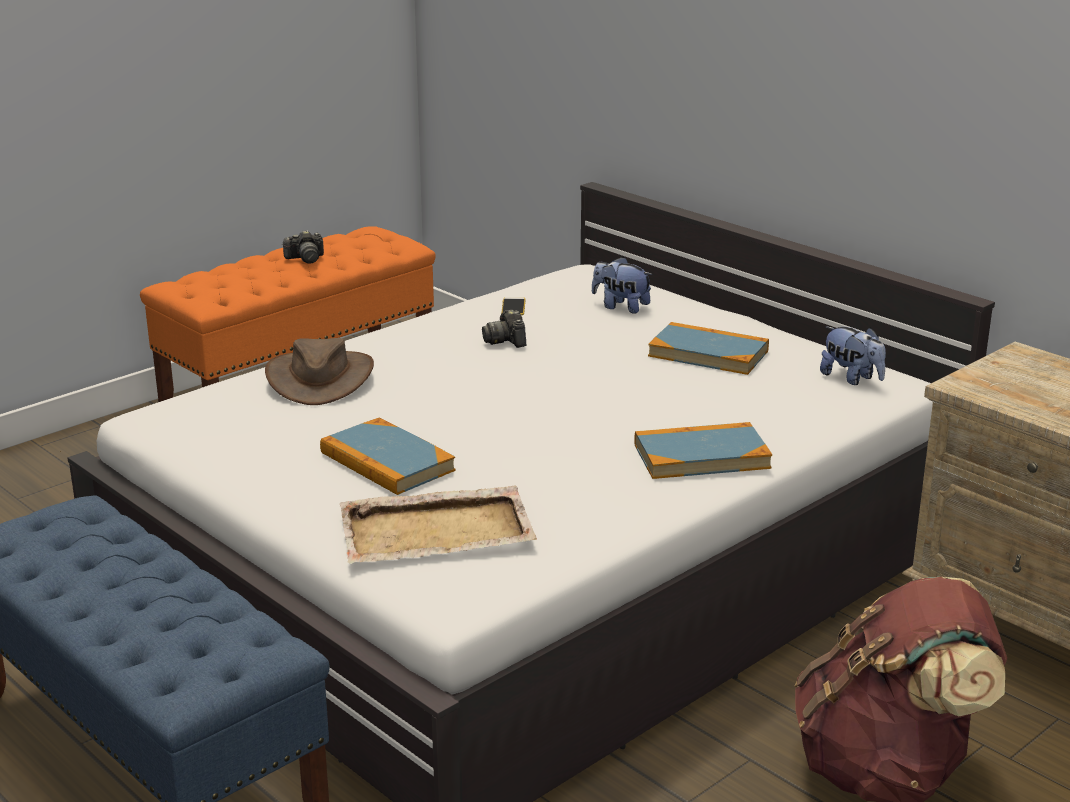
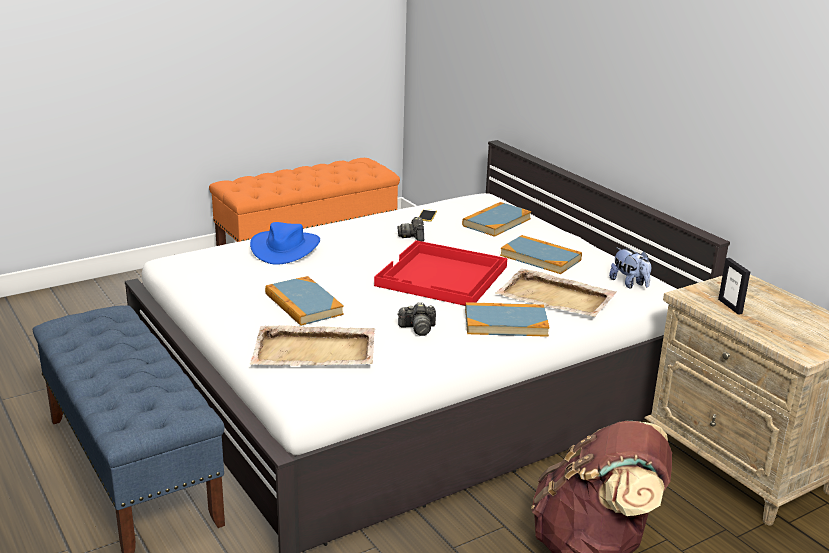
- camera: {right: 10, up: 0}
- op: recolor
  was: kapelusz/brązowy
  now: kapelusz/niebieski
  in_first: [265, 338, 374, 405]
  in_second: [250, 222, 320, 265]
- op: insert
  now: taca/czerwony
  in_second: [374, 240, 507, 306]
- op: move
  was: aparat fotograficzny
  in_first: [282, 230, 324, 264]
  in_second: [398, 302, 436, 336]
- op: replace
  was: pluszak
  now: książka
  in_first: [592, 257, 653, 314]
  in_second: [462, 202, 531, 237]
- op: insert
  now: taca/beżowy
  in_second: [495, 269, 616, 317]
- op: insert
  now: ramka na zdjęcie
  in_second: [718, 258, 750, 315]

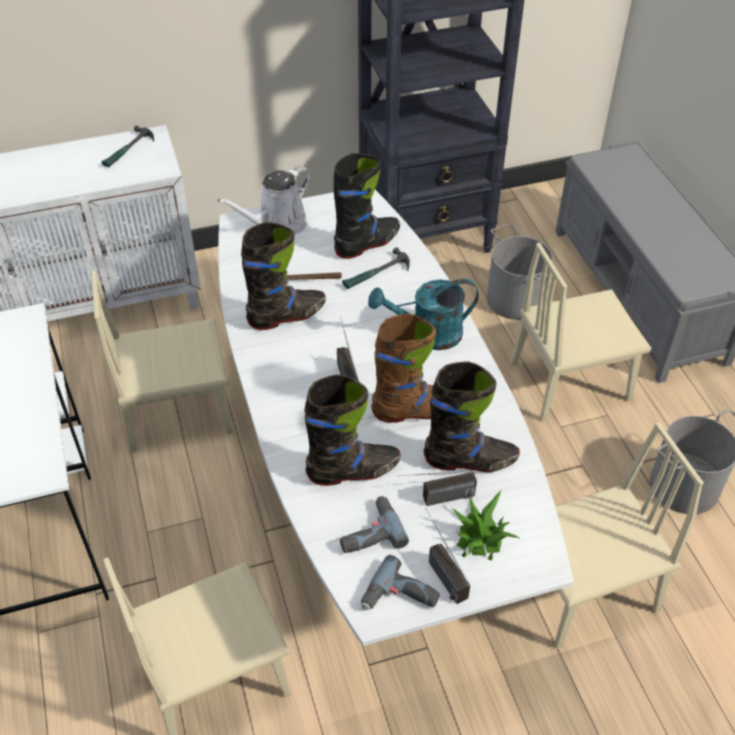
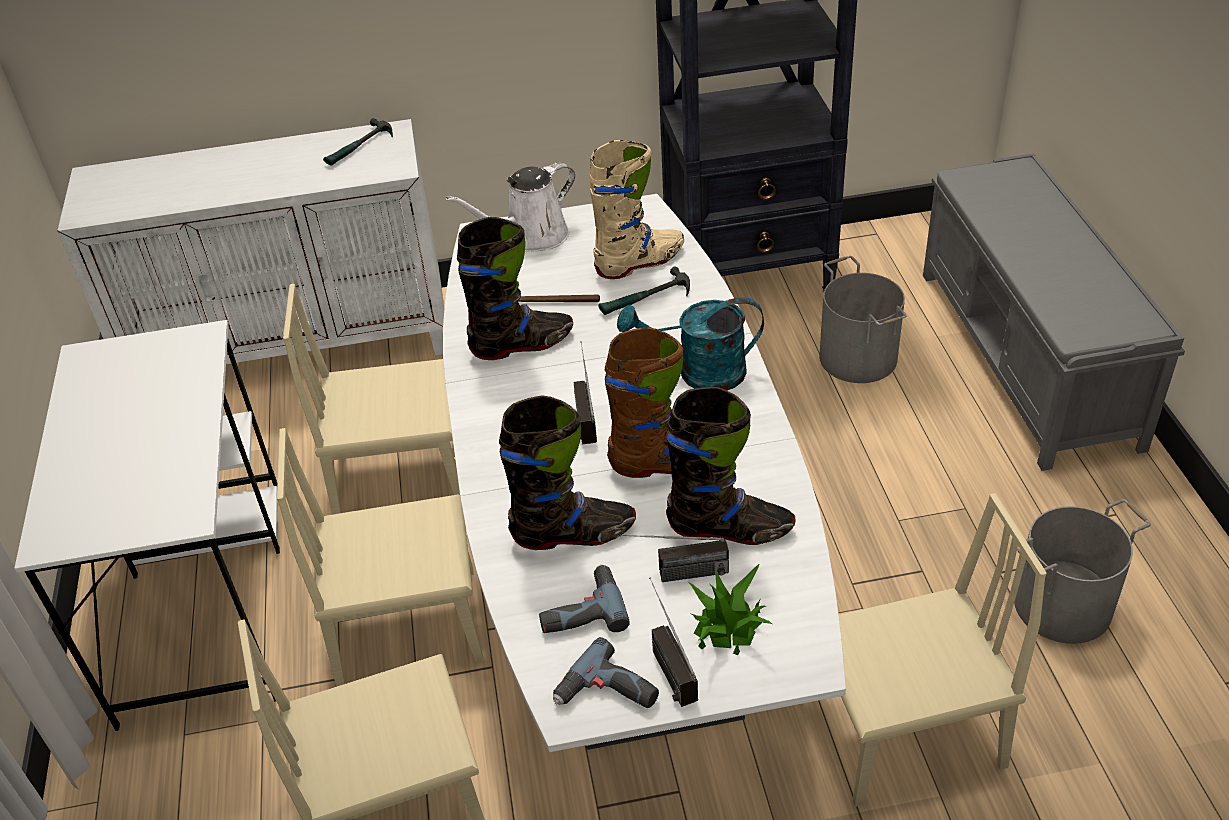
- camera: {right: 10, up: -5}
- op: move
  was: krzesło/beżowy
  in_first: [511, 243, 651, 421]
  in_second: [277, 428, 483, 686]
- op: recolor
  was: but z cholewką/czarny
  now: but z cholewką/beżowy
  in_first: [334, 153, 400, 259]
  in_second: [590, 140, 684, 279]

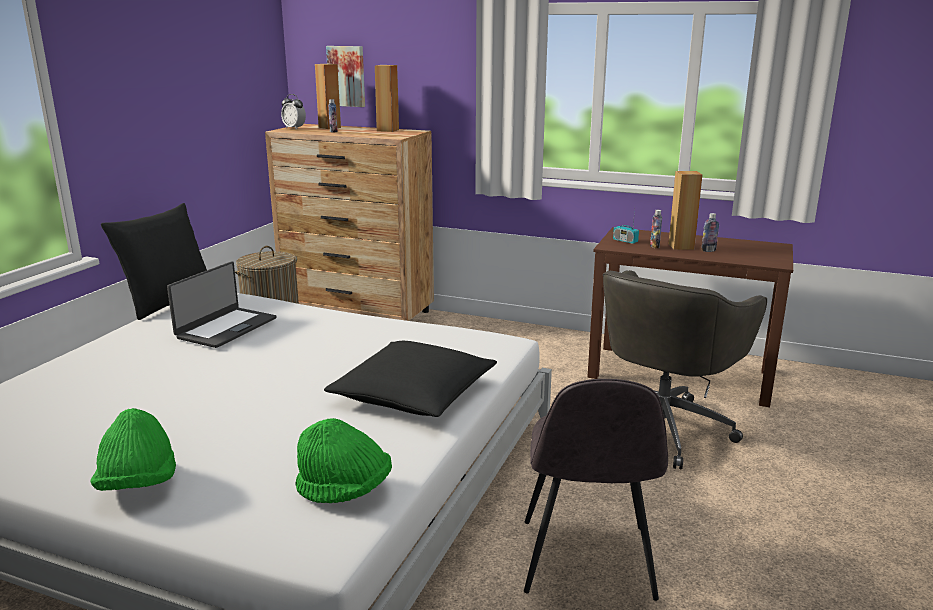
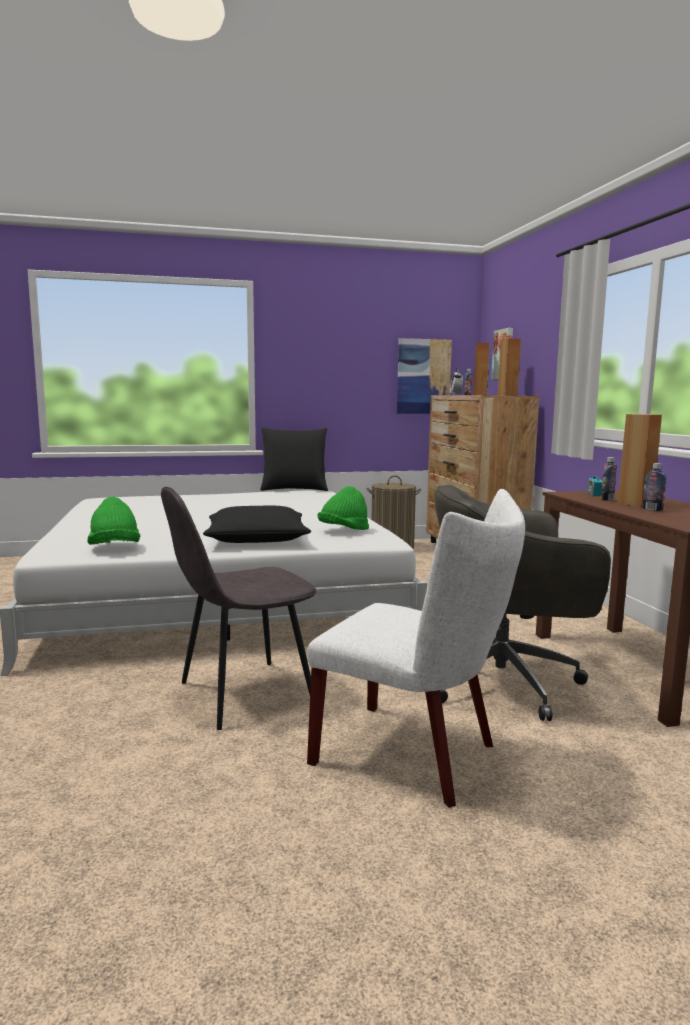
- camera: {right: 55, up: -10}
- op: insert
  now: krzesło/biały
  in_second: [307, 489, 525, 808]
- op: move
  was: kapelusz/zielony
  in_first: [91, 408, 176, 491]
  in_second: [317, 486, 369, 530]
- op: insert
  now: obraz
  in_second: [397, 338, 452, 414]
- op: delete
  was: laptop
  in_first: [167, 261, 276, 348]

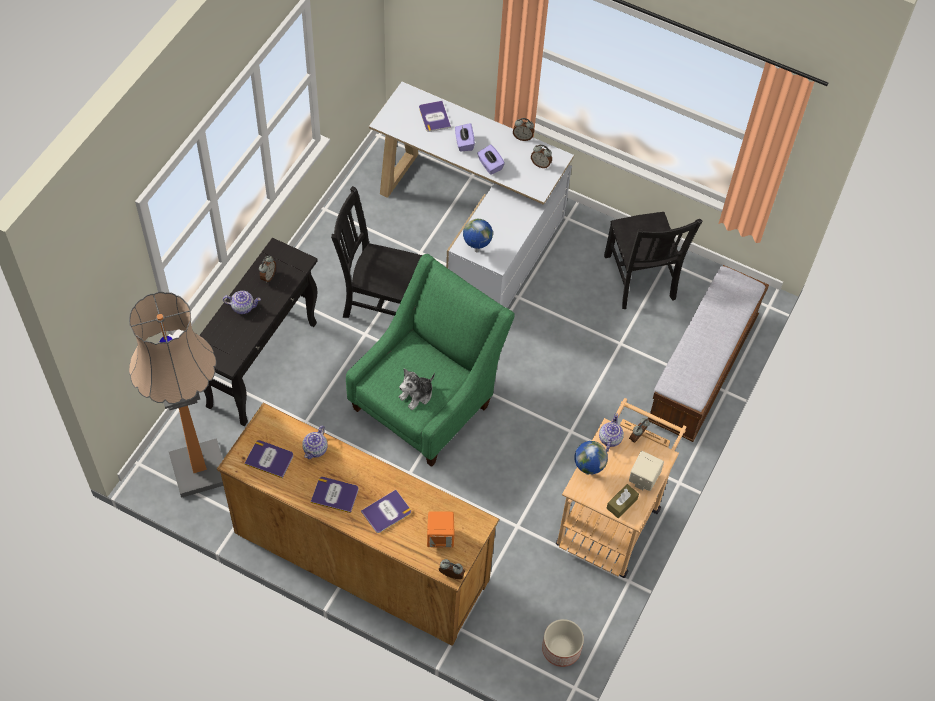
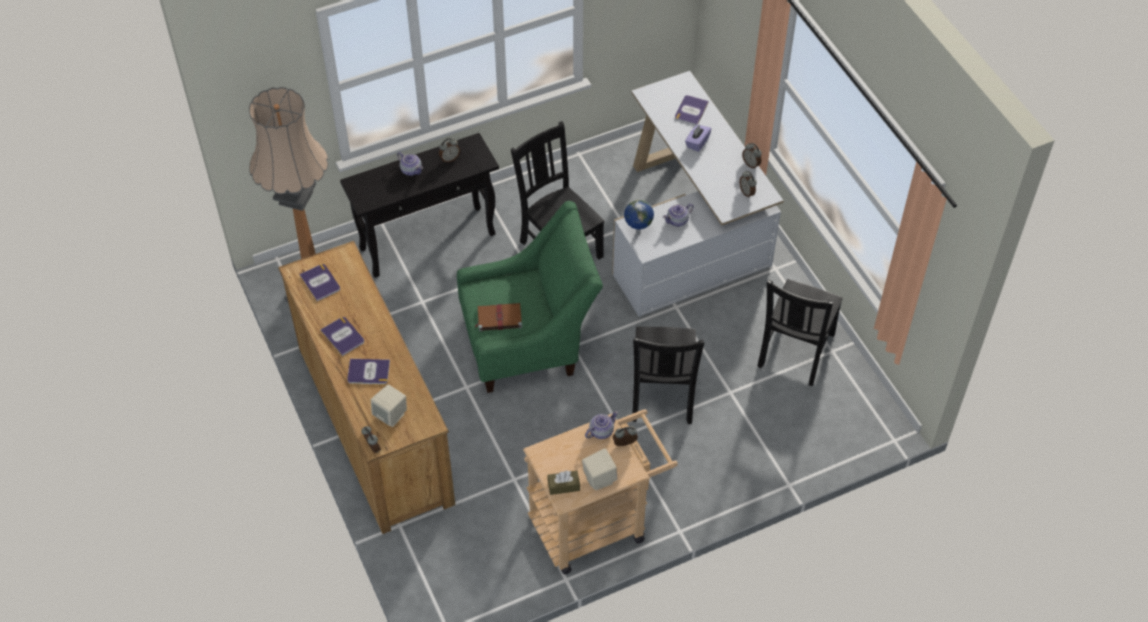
- camera: {right: 40, up: -5}
- op: recolor
  was: głośnik/pomarańczowy
  now: głośnik/beżowy
  in_first: [427, 511, 454, 548]
  in_second: [371, 384, 407, 427]
- op: replace
  was: pluszak
  now: książka/brązowy
  in_first: [399, 368, 435, 410]
  in_second: [475, 303, 522, 331]
- op: insert
  now: krzesło/czarny
  in_second: [632, 326, 704, 424]
- op: move
  was: imbryk
  in_first: [302, 426, 328, 459]
  in_second: [663, 204, 694, 226]
- op: delete
  was: pudełko chusteczek/fioletowy
  in_first: [477, 144, 505, 175]
- op: delete
  was: donica
  in_first: [542, 619, 584, 667]
- op: delete
  was: globus
  in_first: [575, 441, 608, 475]
- op: delete
  was: ławka
  in_first: [647, 265, 769, 442]

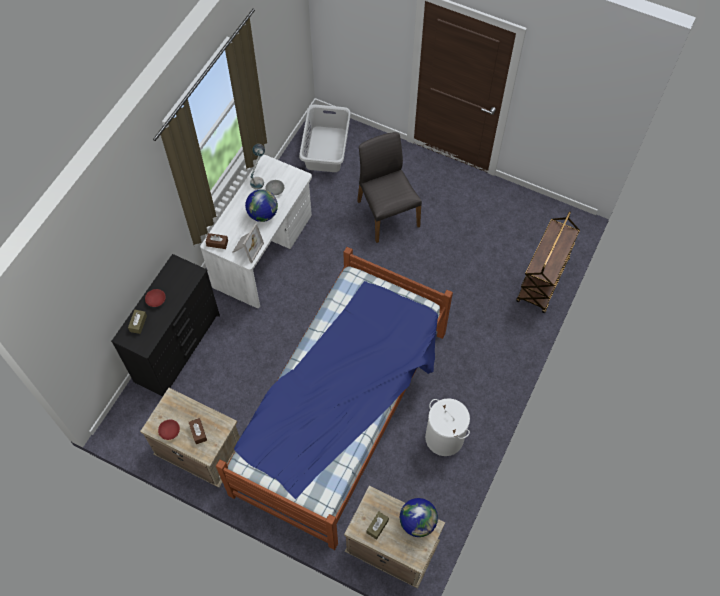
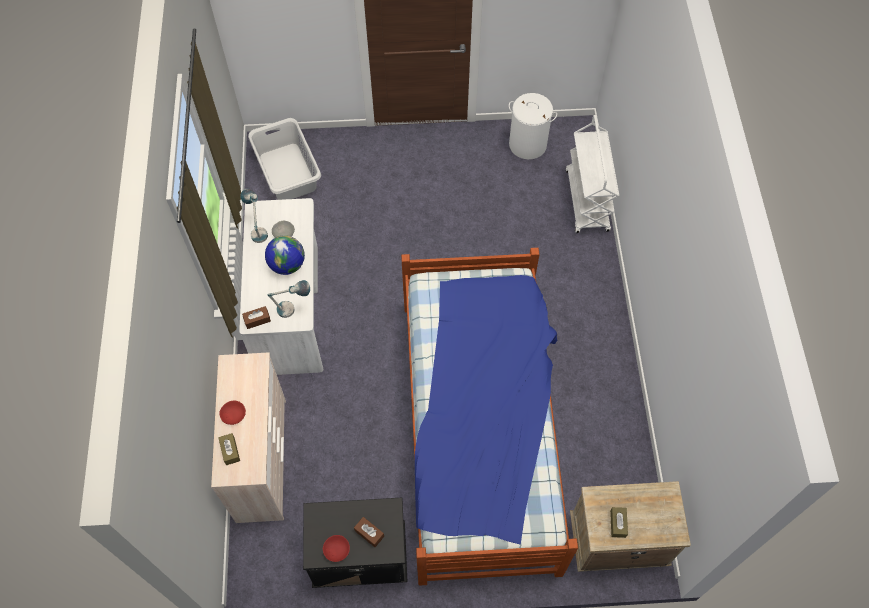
- camera: {right: -30, up: 0}
- op: recolor
  was: komoda/czarny
  now: komoda/beżowy
  in_first: [111, 254, 220, 396]
  in_second: [211, 352, 286, 523]
- op: replace
  was: ramka na zdjęcie
  now: lampa stołowa
  in_first: [233, 223, 264, 263]
  in_second: [267, 280, 310, 318]
- op: recolor
  was: szafka nocna/beżowy
  now: szafka nocna/czarny
  in_first: [140, 388, 240, 487]
  in_second: [303, 498, 408, 588]
- op: move
  was: kosz na pranie/biały
  in_first: [425, 398, 470, 456]
  in_second: [509, 93, 557, 159]
- op: recolor
  was: wózek/brązowy
  now: wózek/biały
  in_first: [516, 211, 580, 313]
  in_second: [566, 115, 619, 233]
- op: delete
  was: krzesło/szary
  in_first: [357, 132, 422, 243]
- op: delete
  was: globus
  in_first: [400, 498, 438, 537]

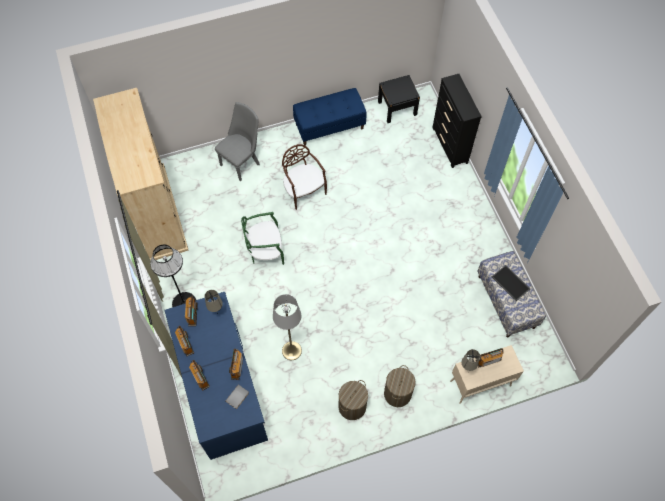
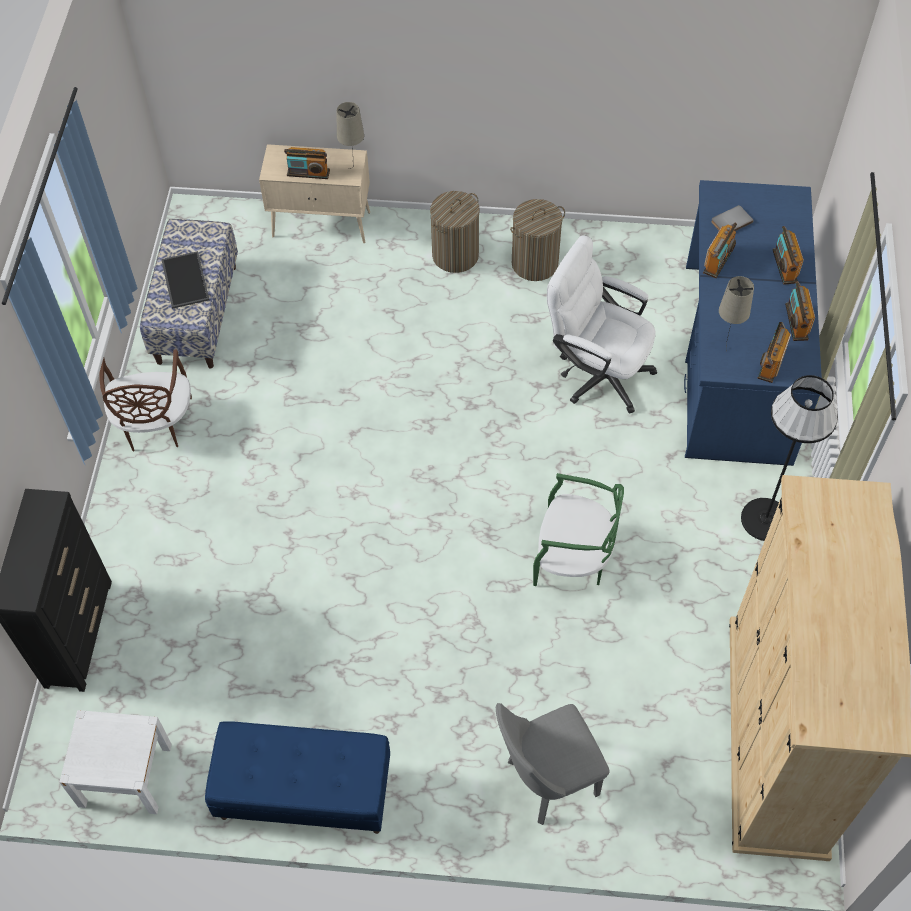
- camera: {right: -155, up: -5}
- op: recolor
  was: szafka nocna/czarny
  now: szafka nocna/biały
  in_first: [378, 75, 420, 123]
  in_second: [59, 710, 172, 814]
- op: move
  was: krzesło/brązowy
  in_first: [282, 144, 327, 210]
  in_second: [99, 350, 192, 452]
- op: replace
  was: lampa stojąca/szary
  now: krzesło biurowe/biały
  in_first: [273, 294, 302, 360]
  in_second: [547, 235, 657, 414]

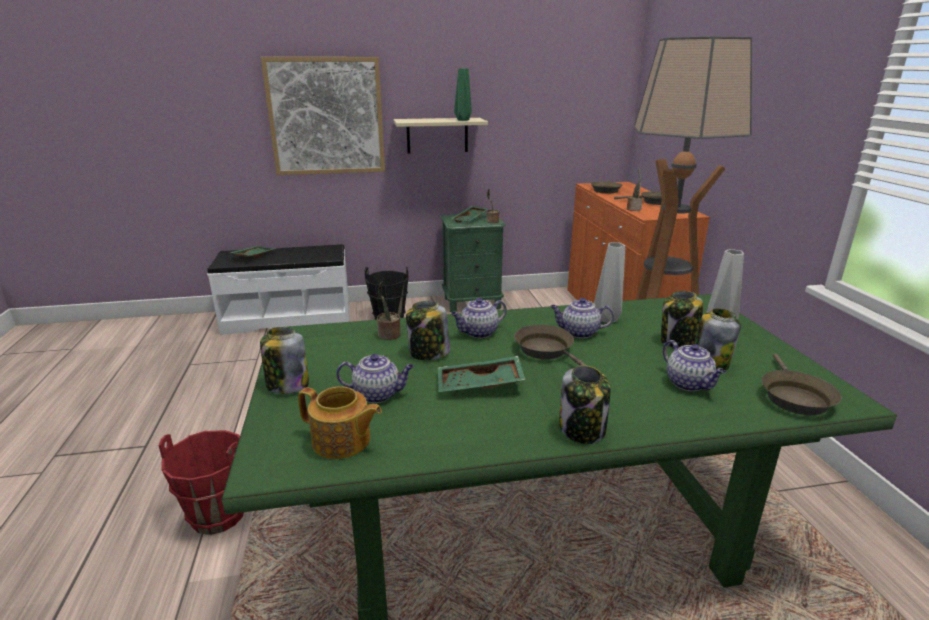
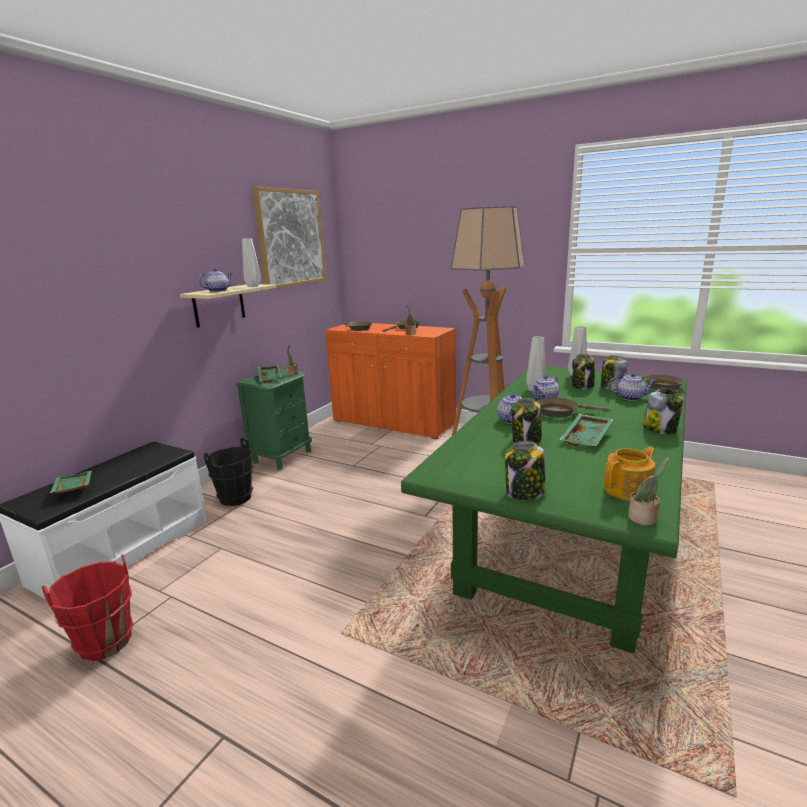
- camera: {right: -50, up: -5}
- op: move
  was: wiadro/czerwony
  in_first: [158, 430, 244, 535]
  in_second: [41, 555, 133, 661]
- op: move
  was: imbryk
  in_first: [336, 354, 414, 403]
  in_second: [198, 268, 232, 292]
- op: recolor
  was: wazon/zielony
  now: wazon/szary
  in_first: [454, 68, 472, 121]
  in_second: [242, 238, 261, 287]
- op: move
  was: obraz
  in_first: [261, 57, 385, 175]
  in_second: [252, 186, 326, 290]
- op: move
  was: roślina doniczkowa
  in_first: [377, 281, 401, 340]
  in_second: [628, 456, 670, 526]

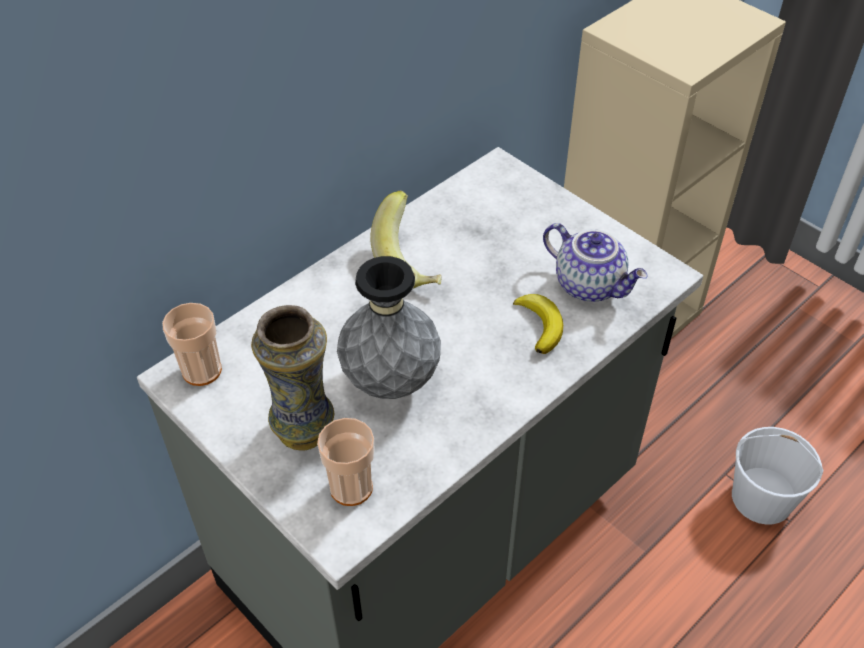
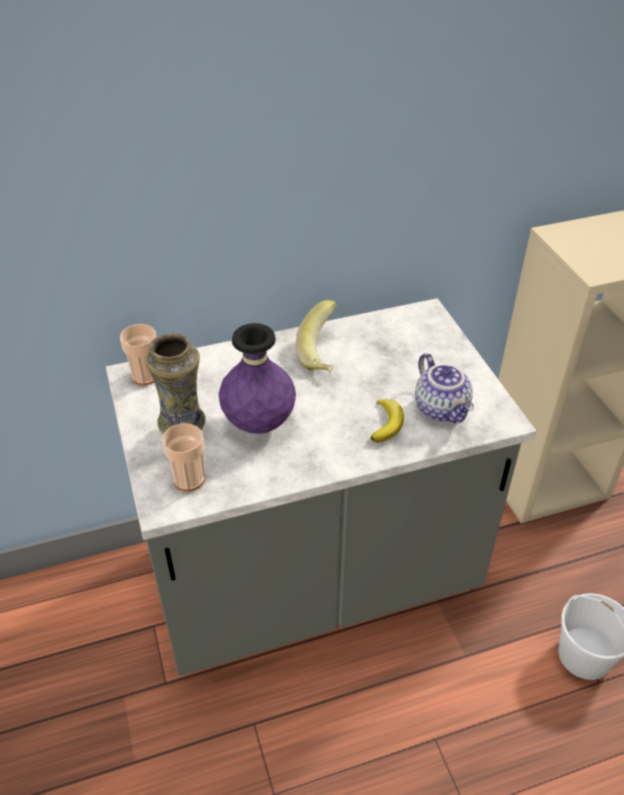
- camera: {right: 25, up: -5}
- op: recolor
  was: wazon/szary
  now: wazon/fioletowy
  in_first: [337, 256, 441, 399]
  in_second: [219, 323, 296, 434]

